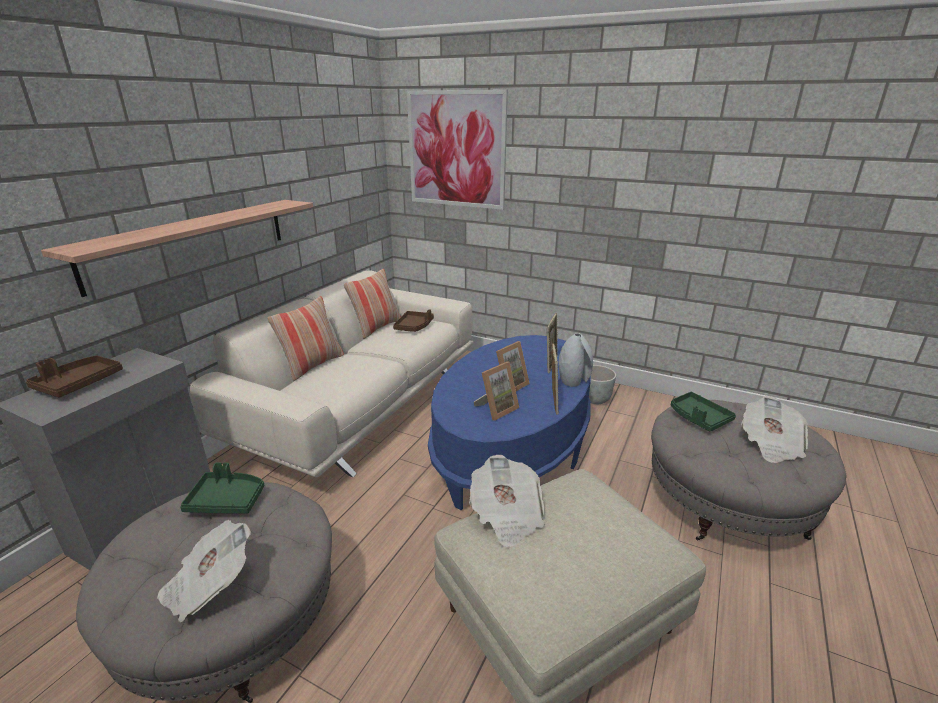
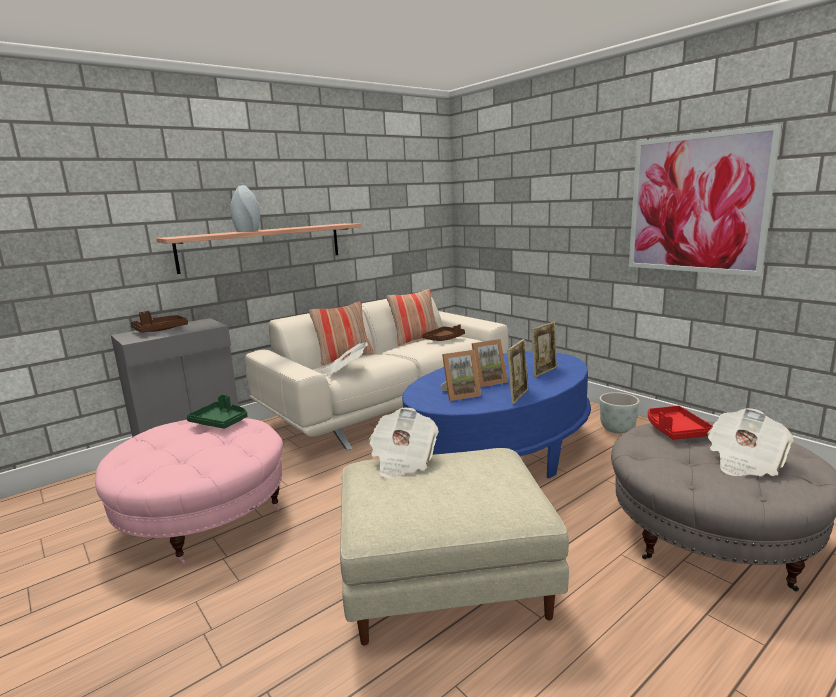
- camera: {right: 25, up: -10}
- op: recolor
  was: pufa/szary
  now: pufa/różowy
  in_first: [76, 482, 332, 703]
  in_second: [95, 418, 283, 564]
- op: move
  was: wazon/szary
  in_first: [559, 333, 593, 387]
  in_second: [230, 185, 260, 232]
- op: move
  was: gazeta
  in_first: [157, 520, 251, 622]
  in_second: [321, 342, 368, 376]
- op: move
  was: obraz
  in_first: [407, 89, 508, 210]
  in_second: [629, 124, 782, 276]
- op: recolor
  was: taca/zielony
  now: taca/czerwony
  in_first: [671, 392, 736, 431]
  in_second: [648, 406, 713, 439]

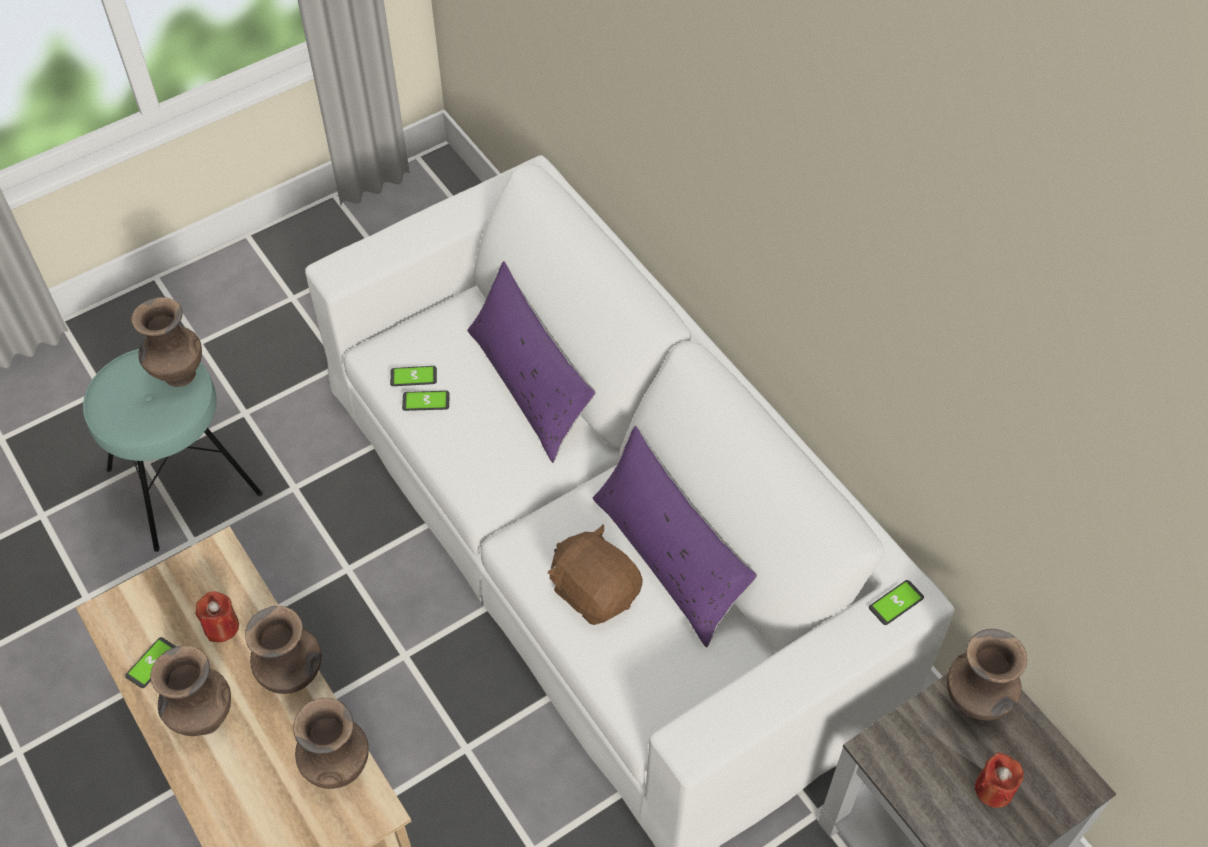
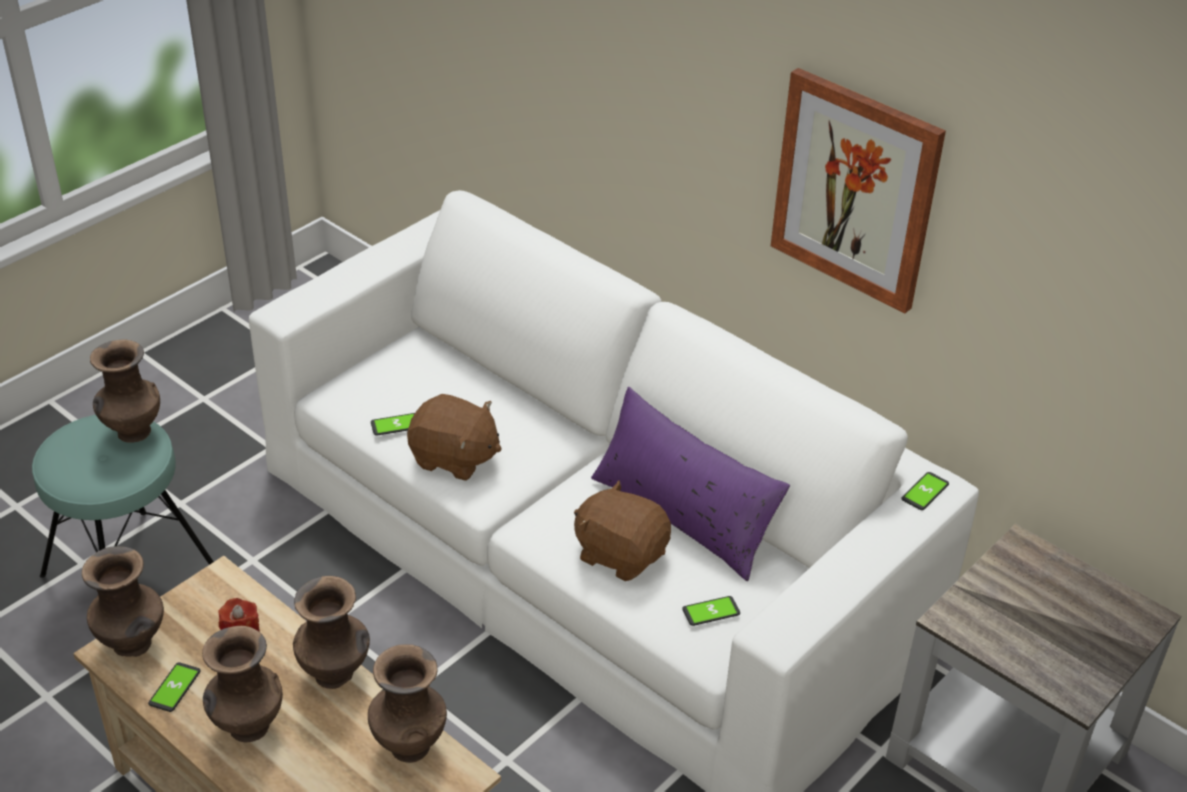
- camera: {right: -15, up: -15}
- op: move
  was: wazon/brązowy
  in_first: [947, 629, 1027, 720]
  in_second: [82, 546, 164, 657]
- op: insert
  now: pluszak/brązowy
  in_second: [407, 394, 502, 481]
- op: move
  was: telefon
  in_first: [390, 366, 437, 386]
  in_second: [682, 596, 740, 626]
- op: insert
  now: obraz
  in_second: [771, 68, 946, 313]
- op: delete
  was: poduszka/fioletowy
  in_first: [467, 261, 596, 463]
- op: delete
  was: świeca/czerwony
  in_first: [975, 752, 1024, 808]

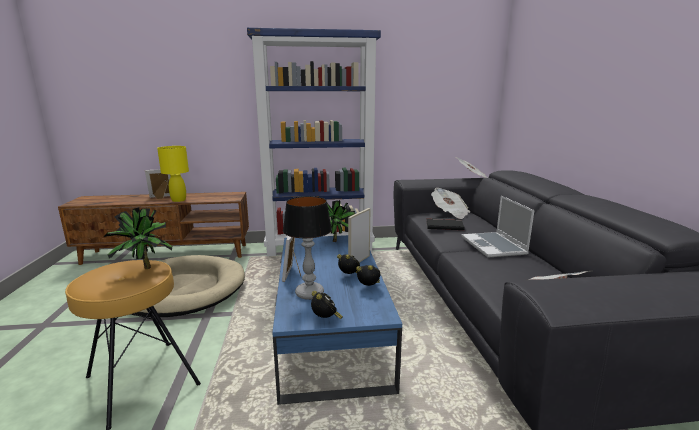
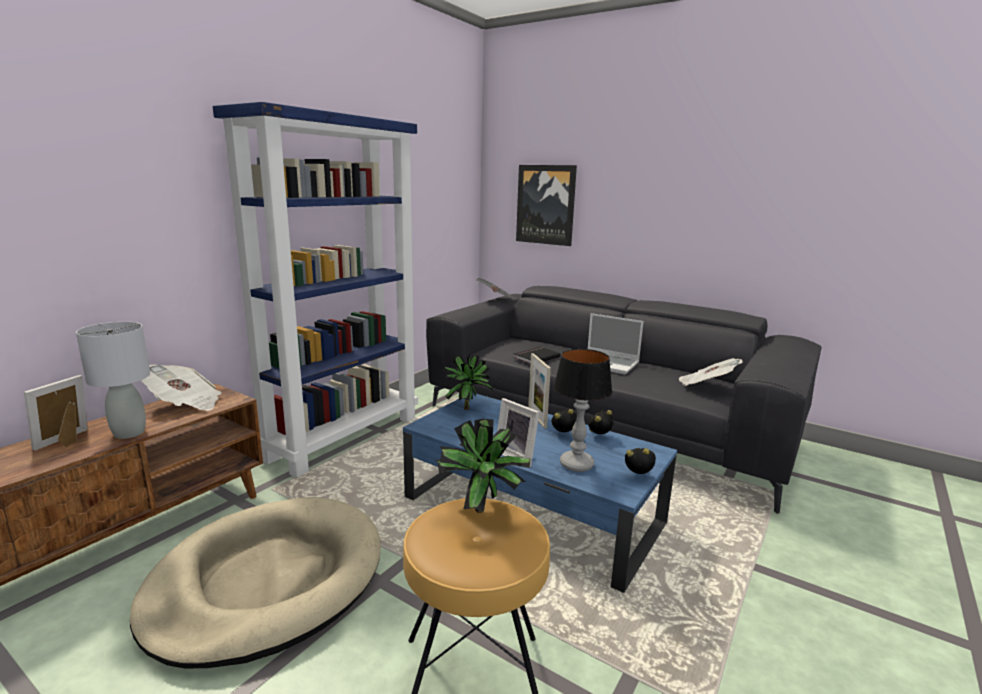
- camera: {right: -50, up: 0}
- op: recolor
  was: lampa stołowa/żółty
  now: lampa stołowa/szary
  in_first: [157, 146, 189, 202]
  in_second: [76, 322, 150, 439]
- op: move
  was: gazeta
  in_first: [431, 188, 470, 219]
  in_second: [141, 365, 222, 411]
- op: insert
  now: obraz
  in_second: [516, 165, 577, 246]

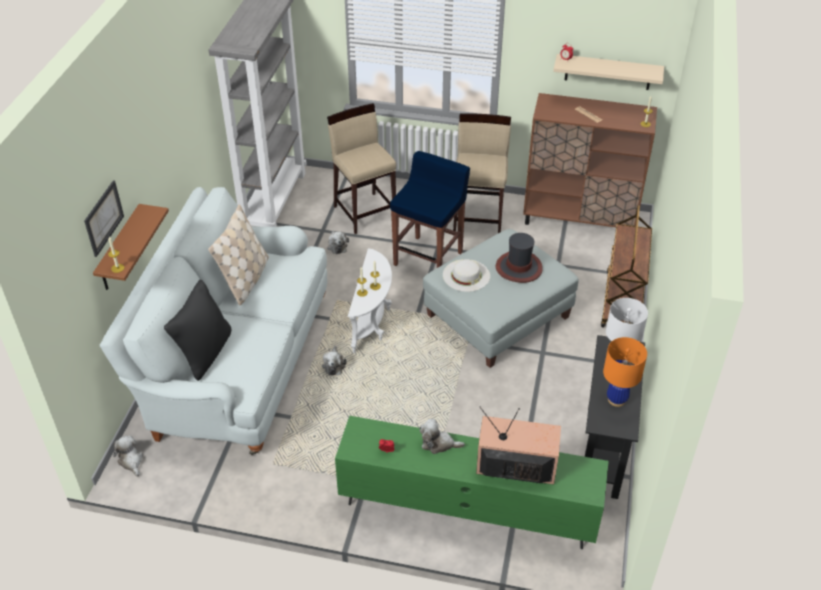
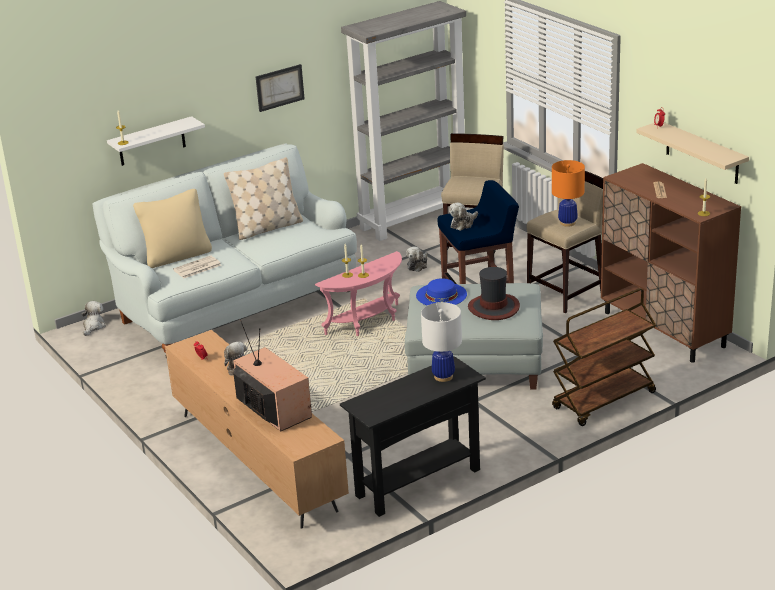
- camera: {right: 45, up: -15}
- op: recolor
  was: półka/brązowy
  now: półka/biały
  in_first: [93, 204, 169, 290]
  in_second: [107, 116, 205, 166]
- op: recolor
  was: poduszka/czarny
  now: poduszka/beżowy
  in_first: [164, 280, 231, 381]
  in_second: [133, 189, 212, 268]
- op: recolor
  was: szafka pod telewizor/zielony
  now: szafka pod telewizor/brązowy
  in_first: [335, 416, 609, 549]
  in_second: [165, 330, 349, 529]
- op: insert
  now: gazeta
  in_second: [173, 255, 221, 278]
- op: move
  was: obraz
  in_first: [84, 180, 124, 257]
  in_second: [256, 64, 305, 112]
- op: recolor
  was: stolik/biały
  now: stolik/różowy
  in_first: [348, 249, 392, 353]
  in_second: [315, 251, 402, 336]
- op: recolor
  was: kapelusz/biały
  now: kapelusz/niebieski
  in_first: [443, 259, 490, 292]
  in_second: [416, 278, 467, 305]
- op: move
  was: pluszak
  in_first: [322, 346, 347, 375]
  in_second: [449, 203, 478, 231]
- op: move
  was: lampa stołowa/pomarańczowy
  in_first: [603, 337, 647, 407]
  in_second: [552, 160, 585, 227]

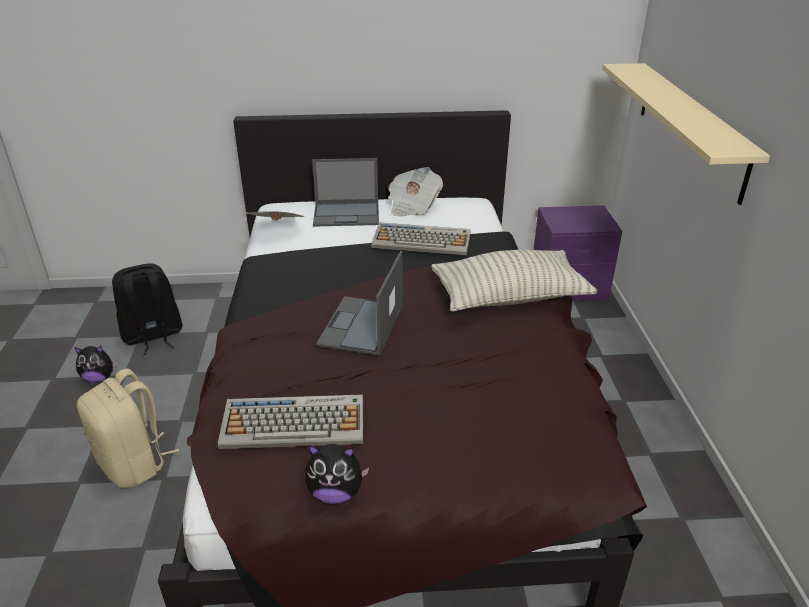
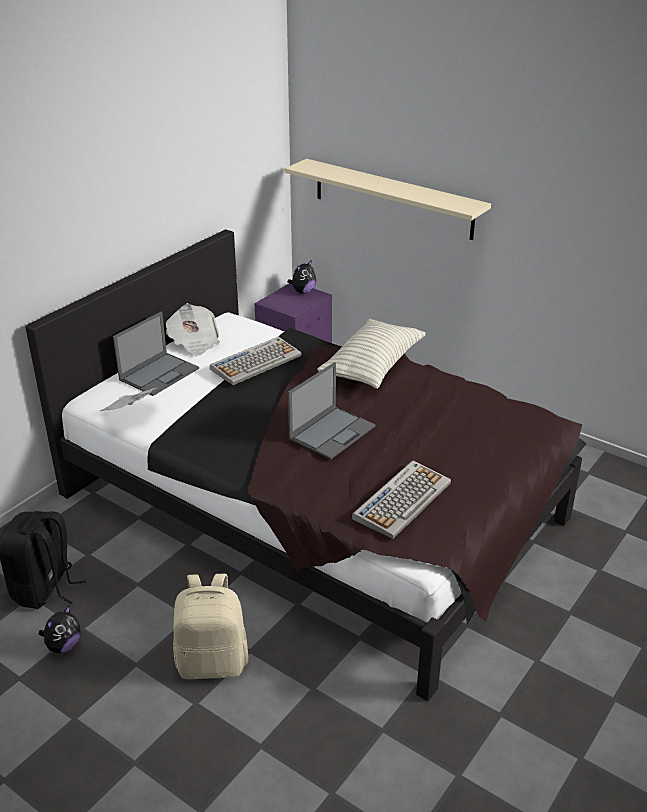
- camera: {right: -50, up: 0}
- op: move
  was: pluszak
  in_first: [305, 444, 369, 504]
  in_second: [287, 260, 316, 294]
- op: rotate
  was: laptop
  in_first: [316, 251, 403, 356]
  in_second: [288, 362, 376, 459]
  clockwise: -105

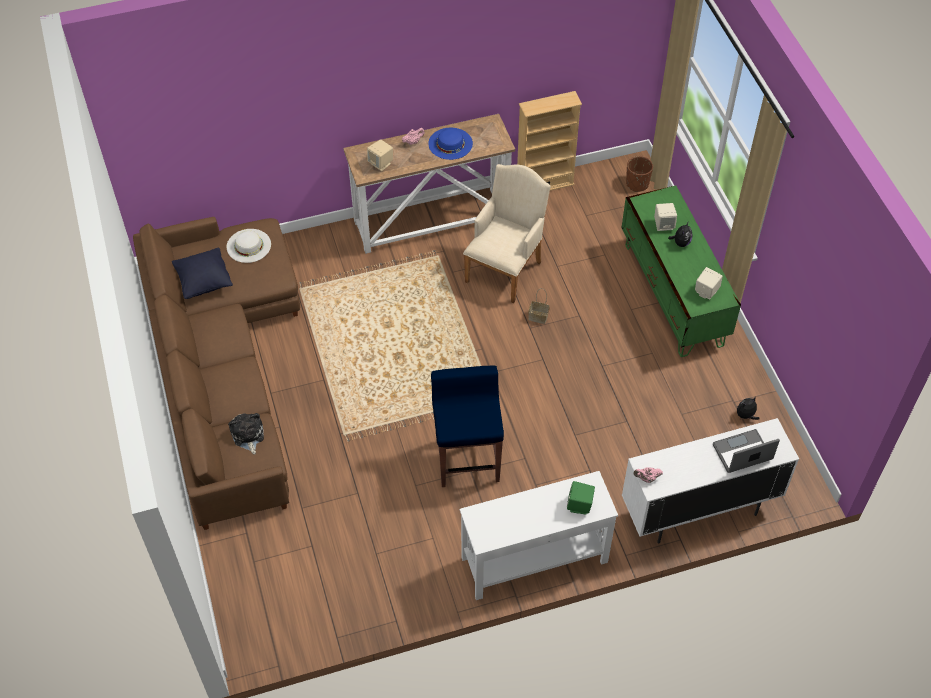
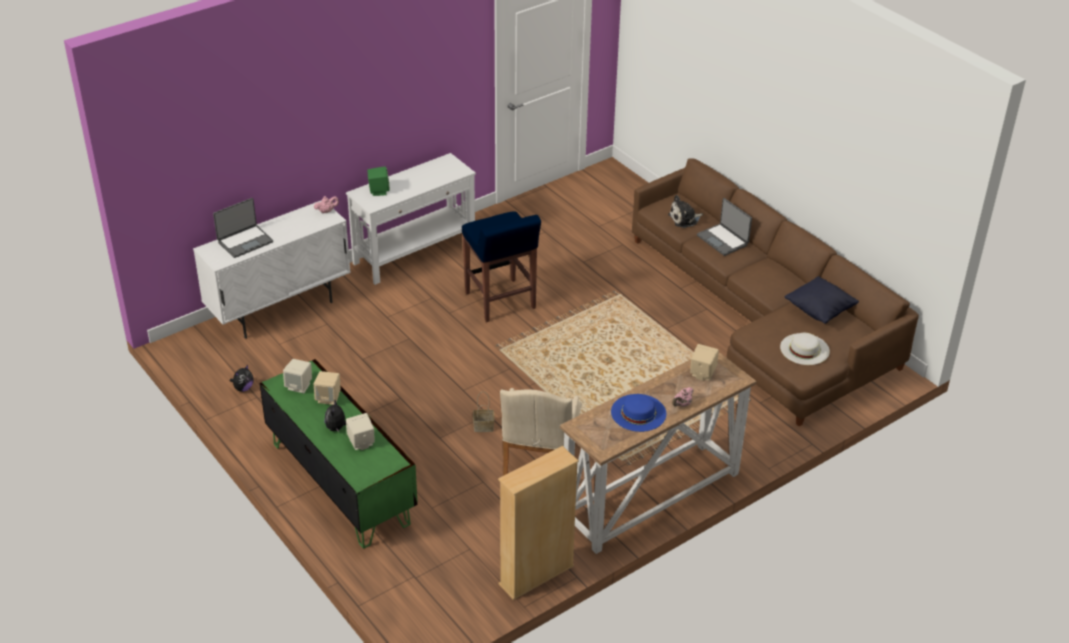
- camera: {right: 160, up: -15}
- op: insert
  now: głośnik/beżowy
  in_second: [314, 371, 341, 405]
- op: rotate
  was: pluszak
  in_first: [228, 413, 264, 454]
  in_second: [668, 195, 703, 228]
  clockwise: 105
- op: insert
  now: laptop
  in_second: [697, 198, 752, 256]
- op: delete
  was: donica/brązowy
  in_first: [626, 156, 653, 192]

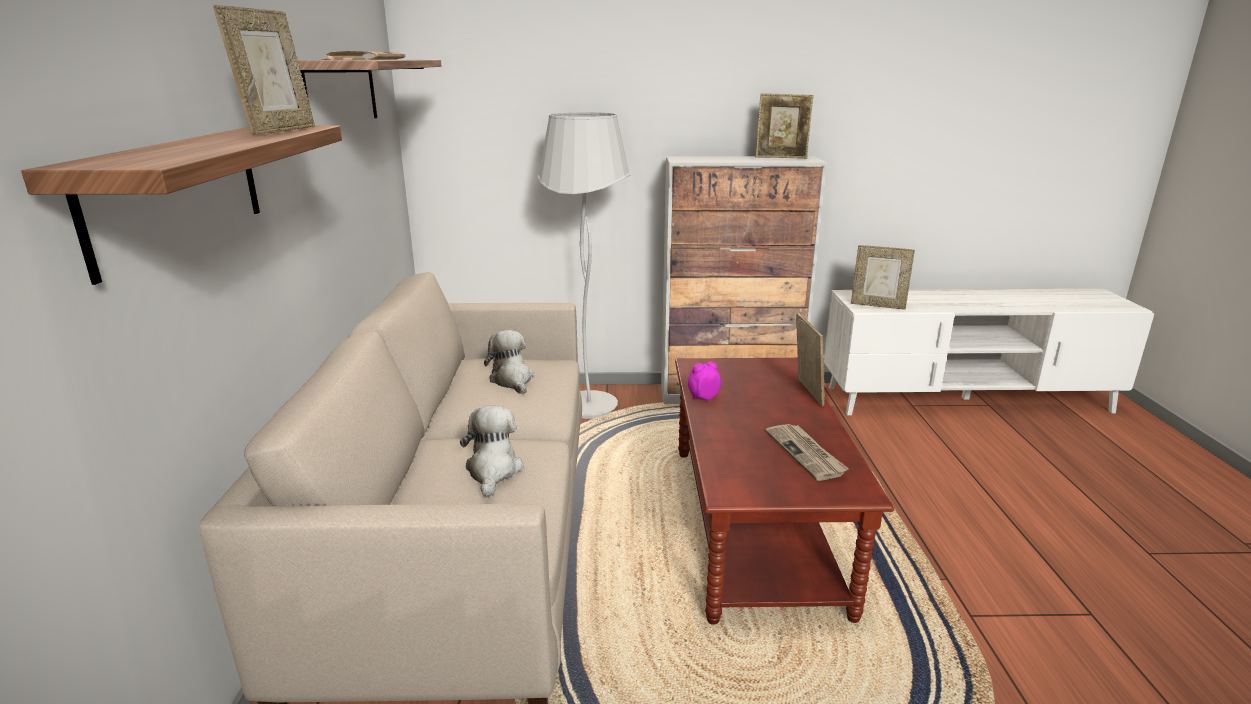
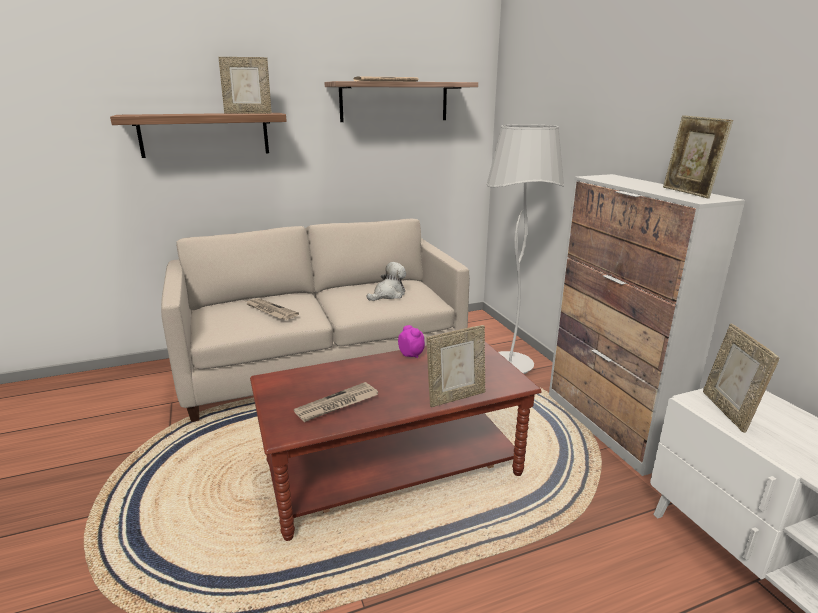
- camera: {right: 70, up: 0}
- op: replace
  was: pluszak
  now: gazeta
  in_first: [460, 405, 523, 497]
  in_second: [246, 298, 299, 320]

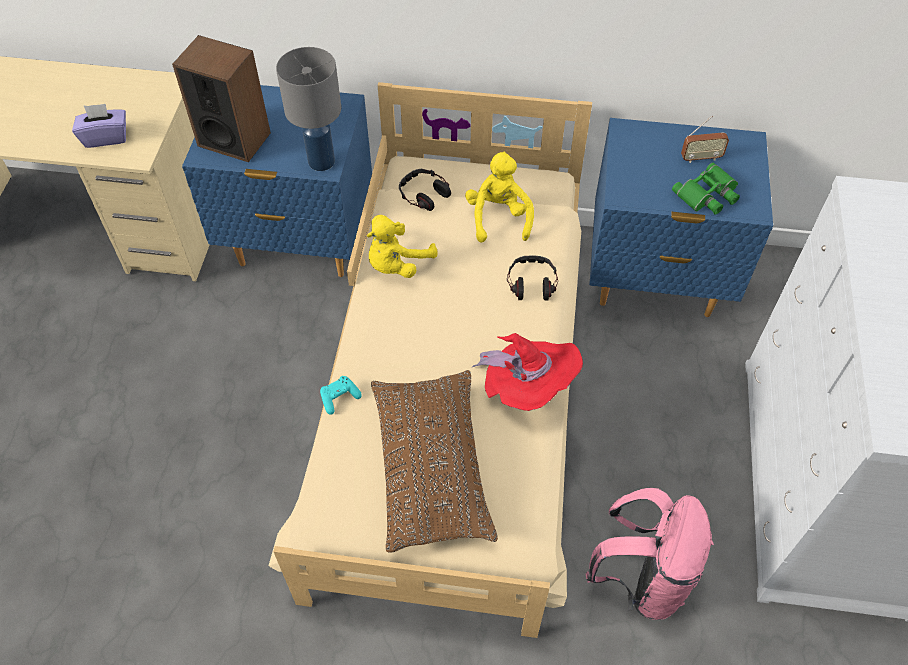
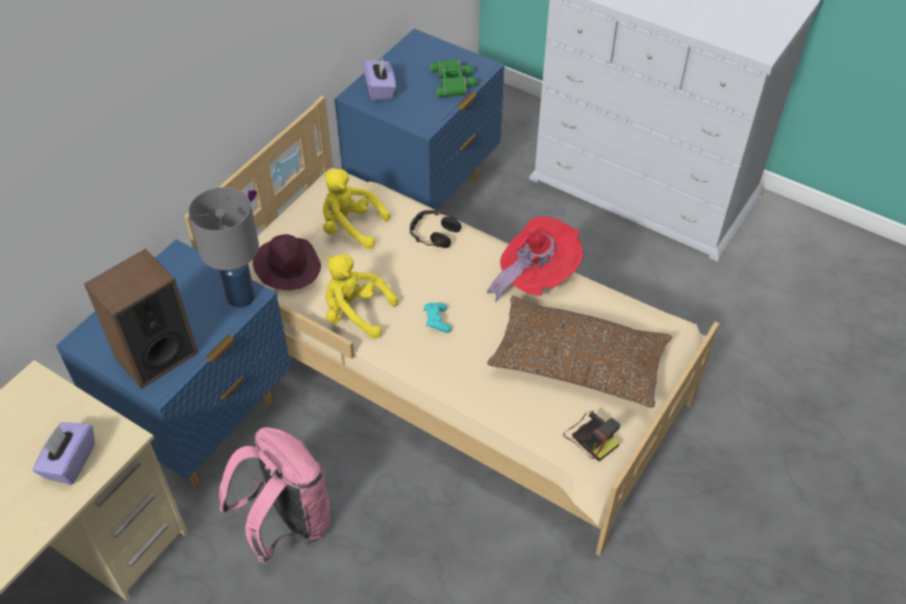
- camera: {right: -65, up: -5}
- op: move
  was: plecak/różowy
  in_first: [586, 488, 714, 620]
  in_second: [219, 427, 330, 564]
- op: replace
  was: słuchawki
  now: kapelusz/fioletowy
  in_first: [399, 169, 451, 211]
  in_second: [253, 234, 321, 290]
- op: rotate
  was: pluszak/żółty
  in_first: [367, 215, 437, 278]
  in_second: [326, 254, 398, 339]
  clockwise: 135
- op: insert
  now: pudełko chusteczek/fioletowy
  in_second: [363, 56, 396, 101]
- op: move
  was: pad do gier/turkusowy
  in_first: [320, 376, 362, 415]
  in_second: [423, 303, 452, 333]
- op: insert
  now: aparat fotograficzny
  in_second: [563, 411, 621, 461]
- op: delete
  was: radio
  in_first: [681, 116, 729, 163]

